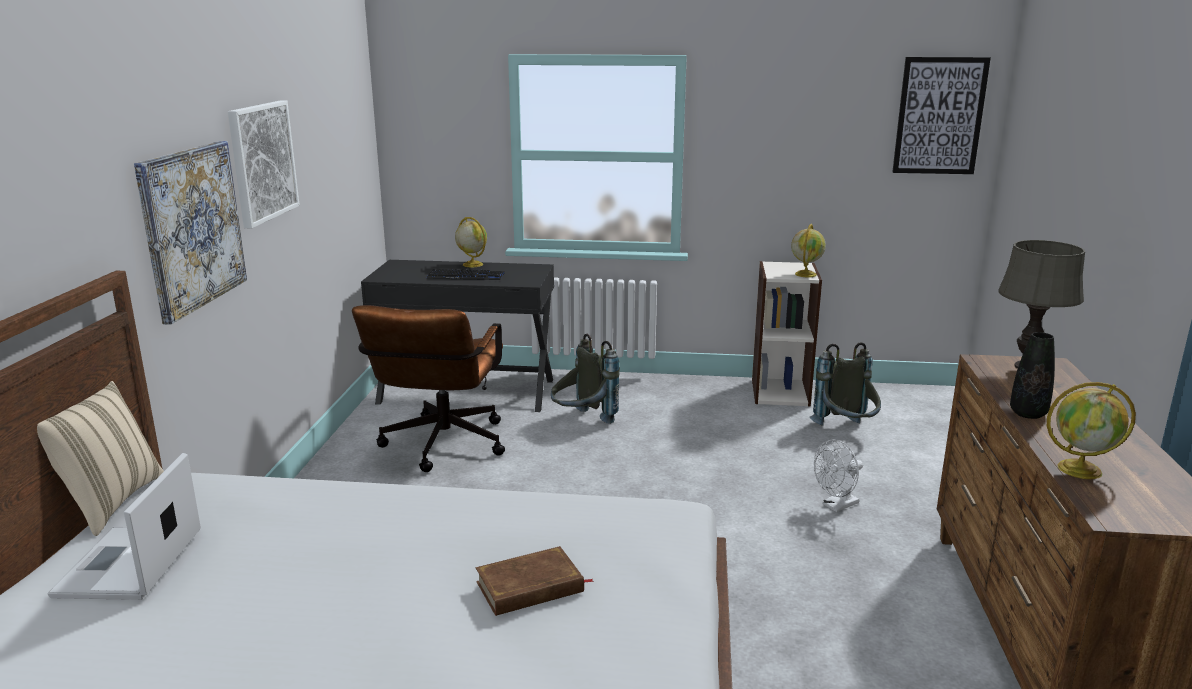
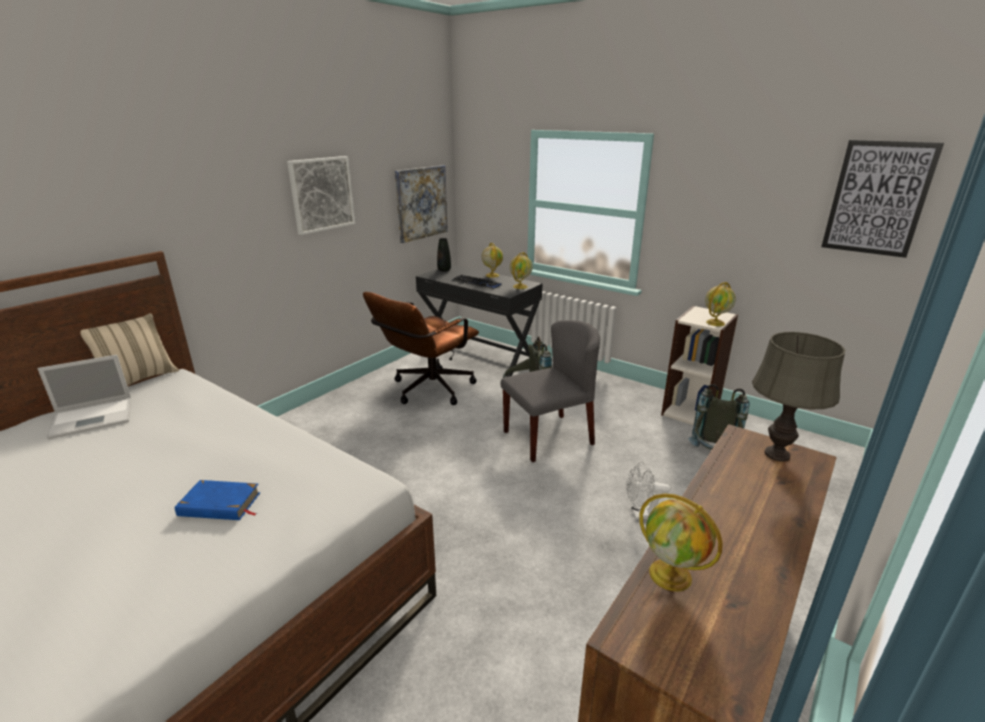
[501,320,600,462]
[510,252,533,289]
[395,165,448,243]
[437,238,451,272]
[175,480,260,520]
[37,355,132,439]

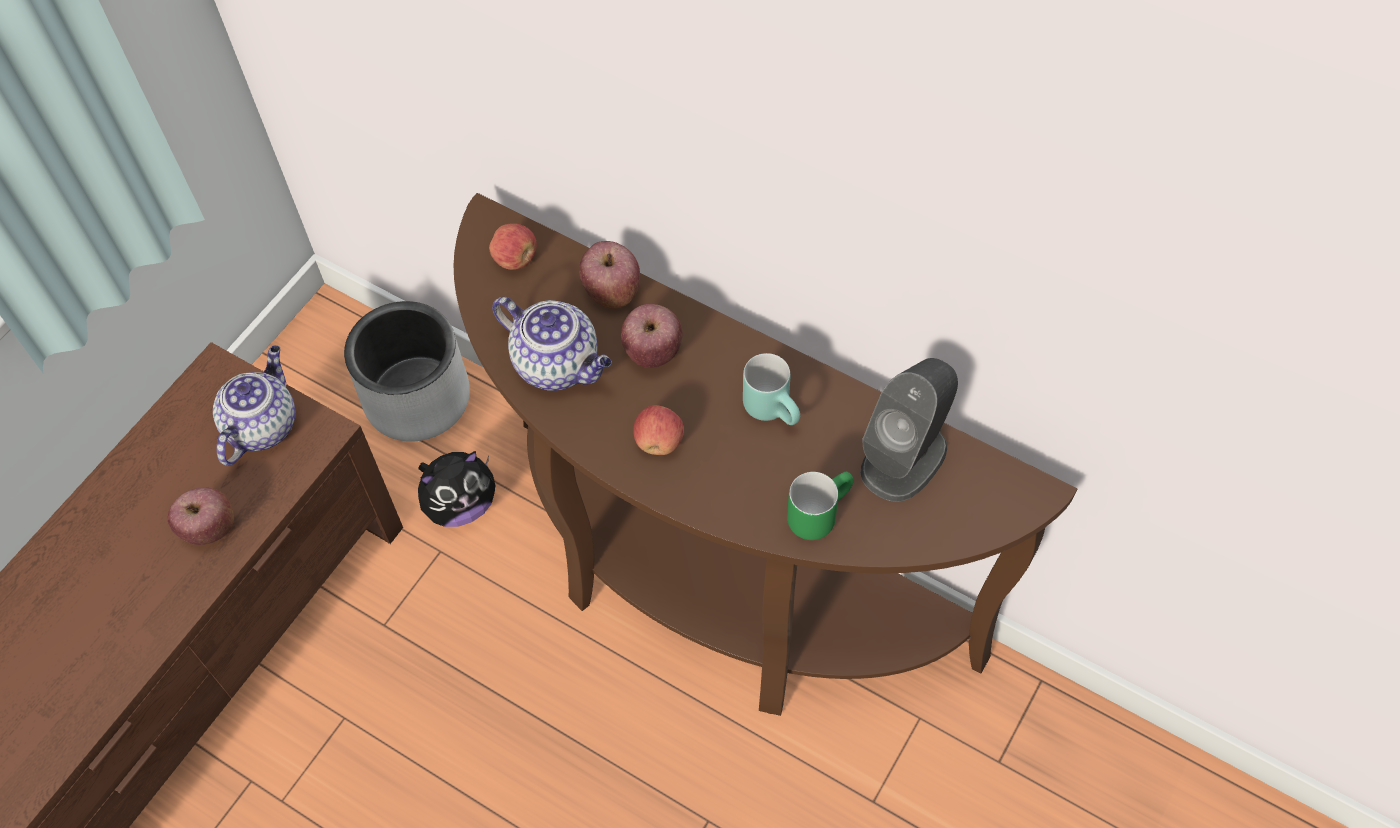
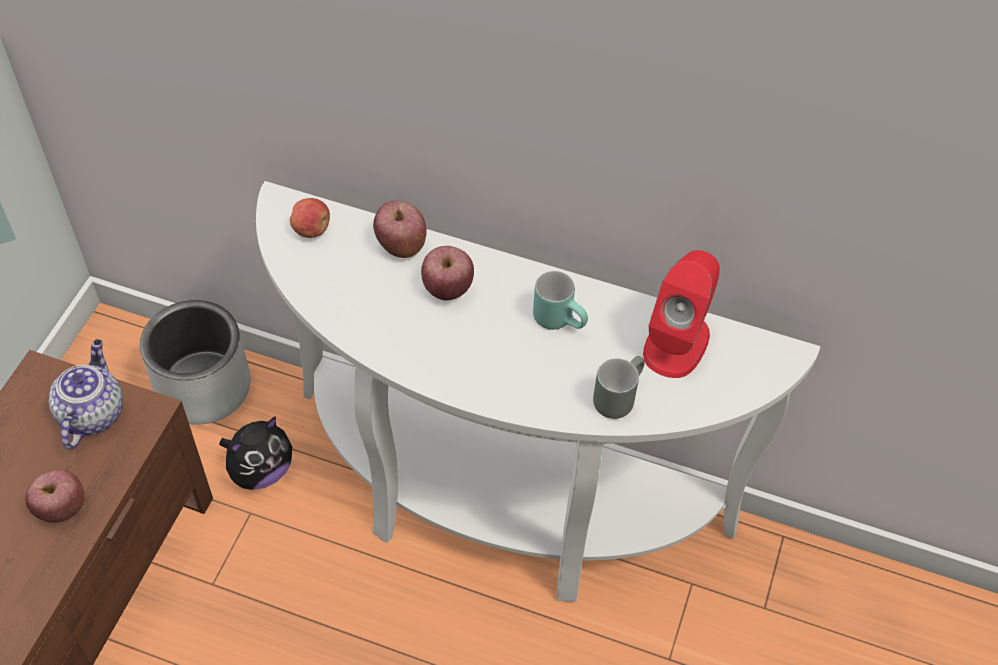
[492,297,612,391] (first image)
[633,405,684,455] (first image)
[256,181,820,602]
[593,356,645,419]
[643,250,720,378]

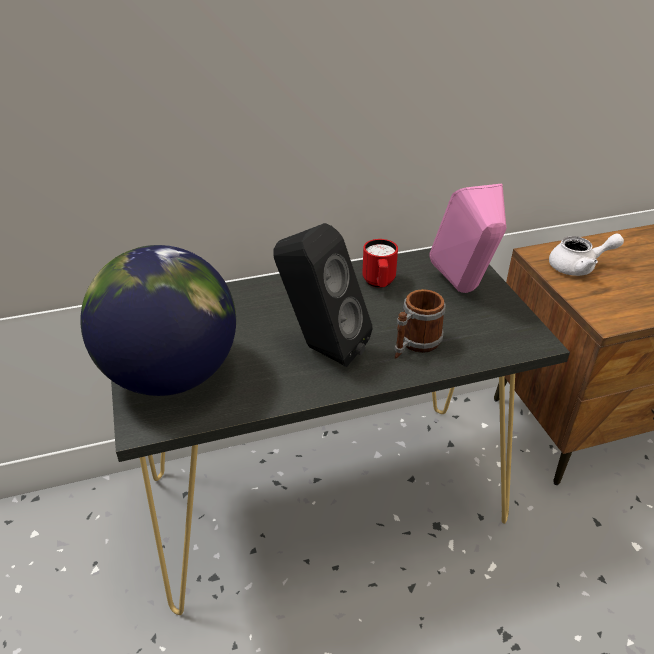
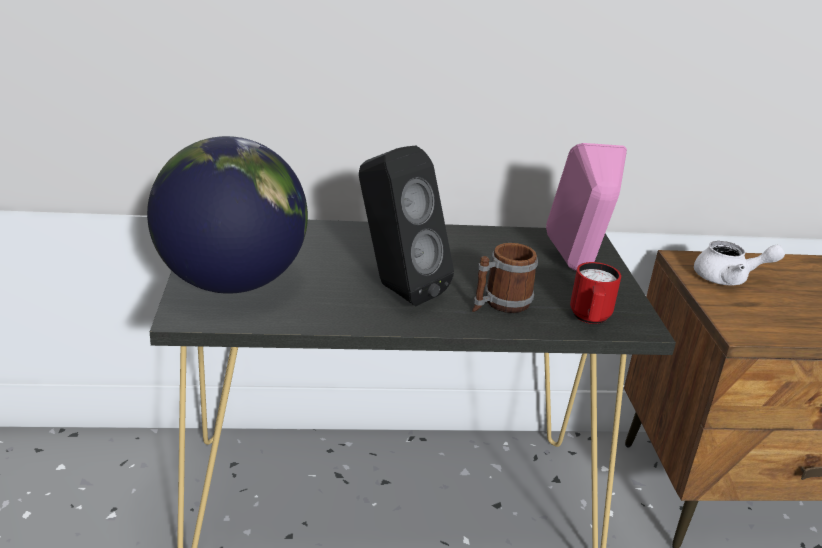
[570,262,621,324]

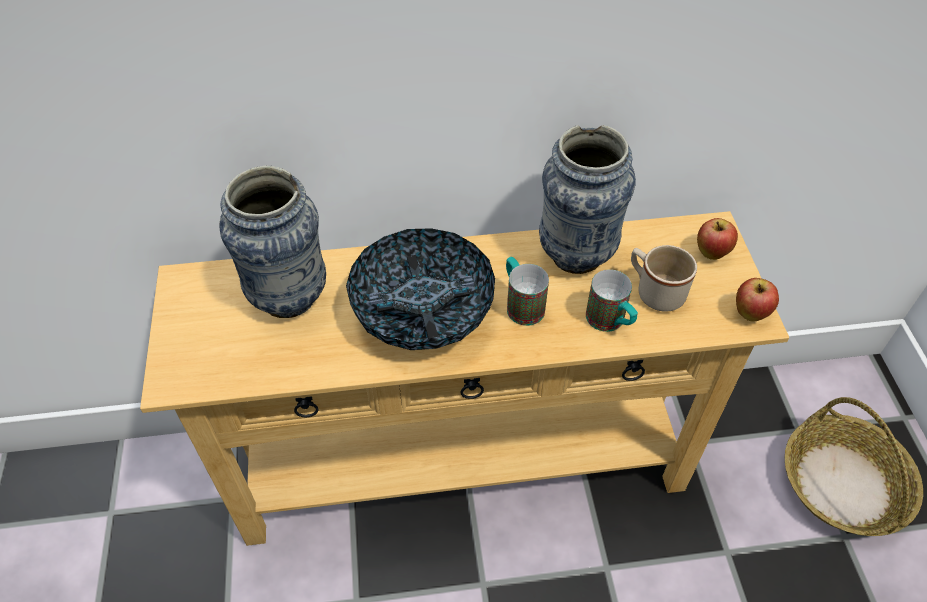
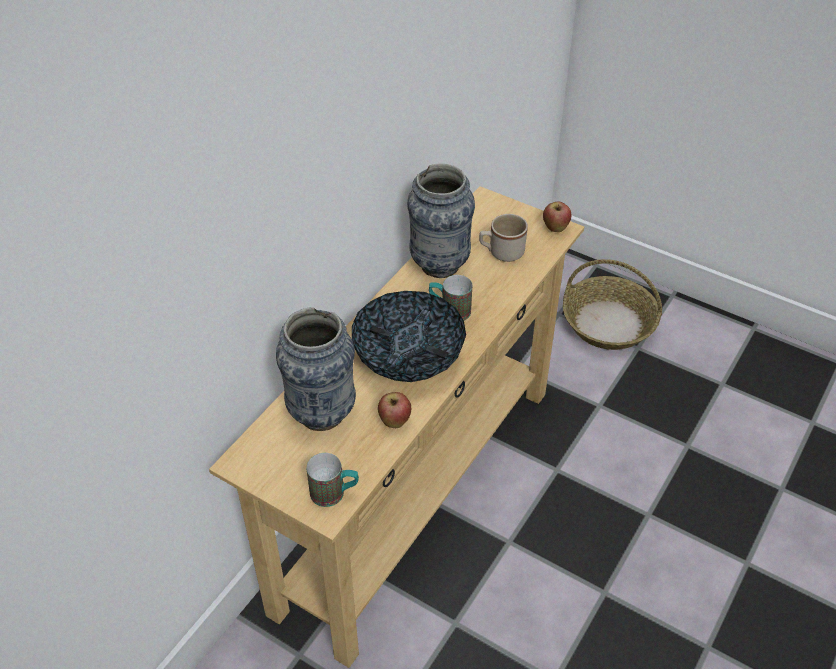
[306,453,359,507]
[378,392,411,428]

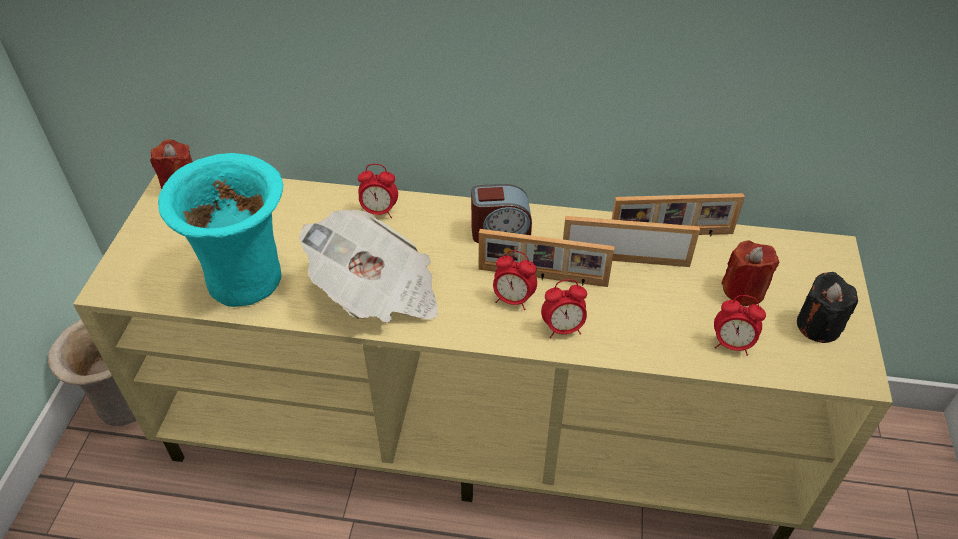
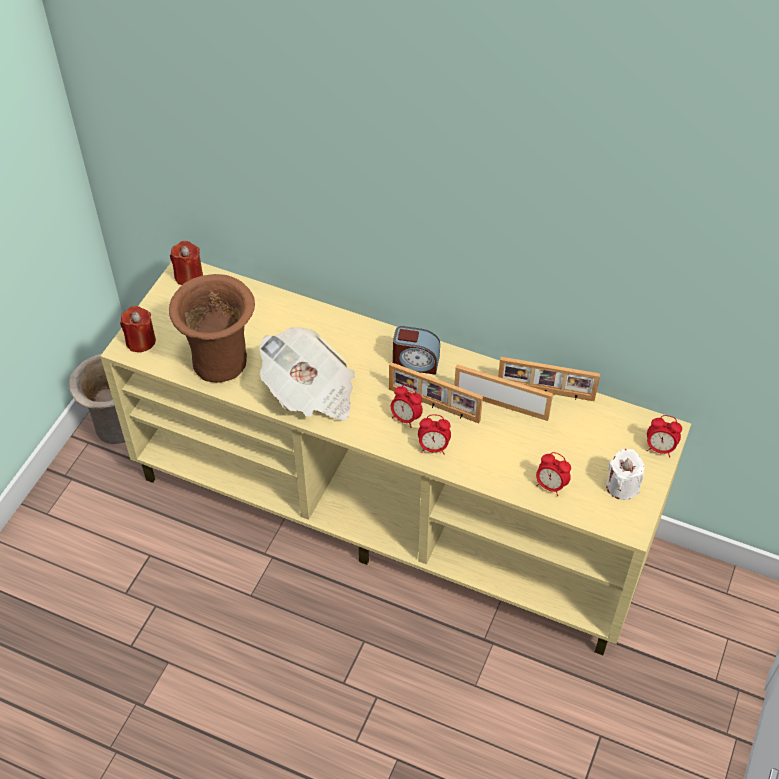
[647,415,682,457]
[120,306,156,352]
[169,274,255,383]
[606,449,645,500]

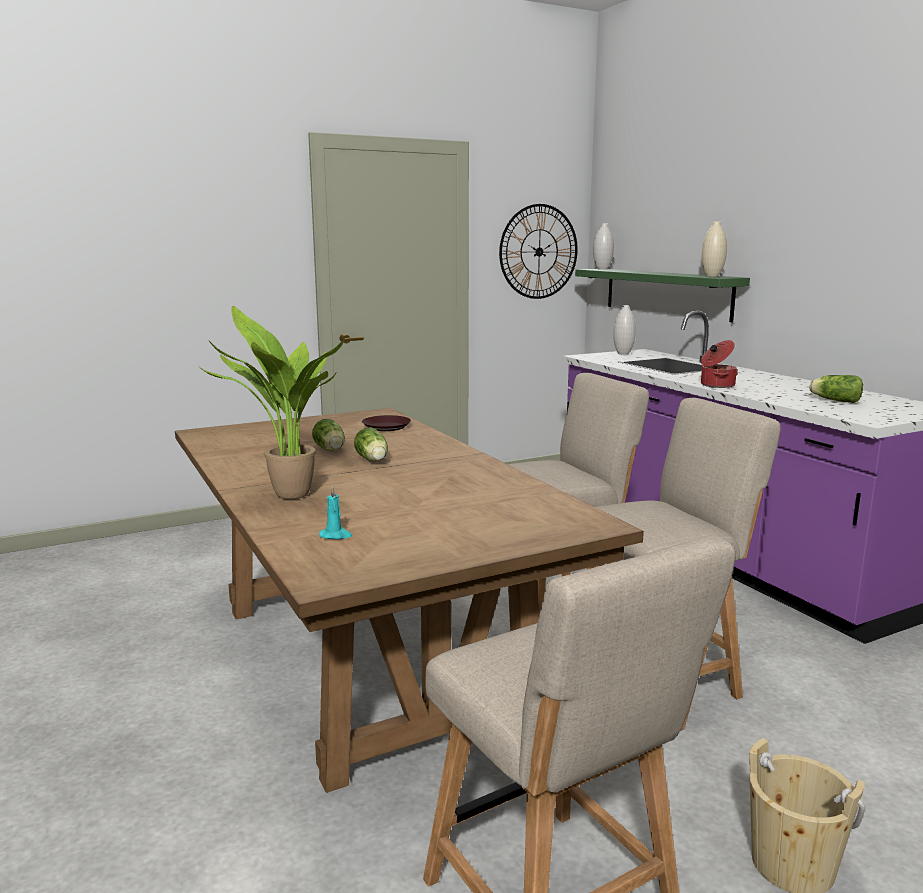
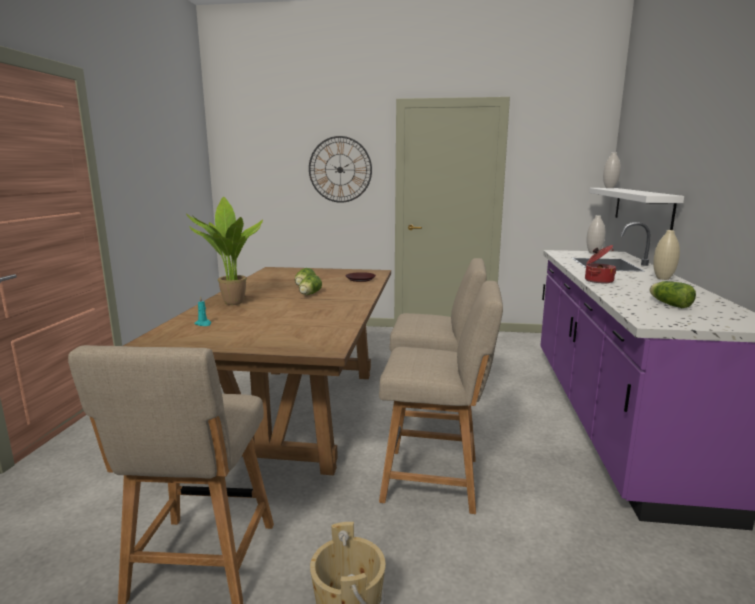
[309,136,372,203]
[653,230,680,280]
[589,188,684,230]

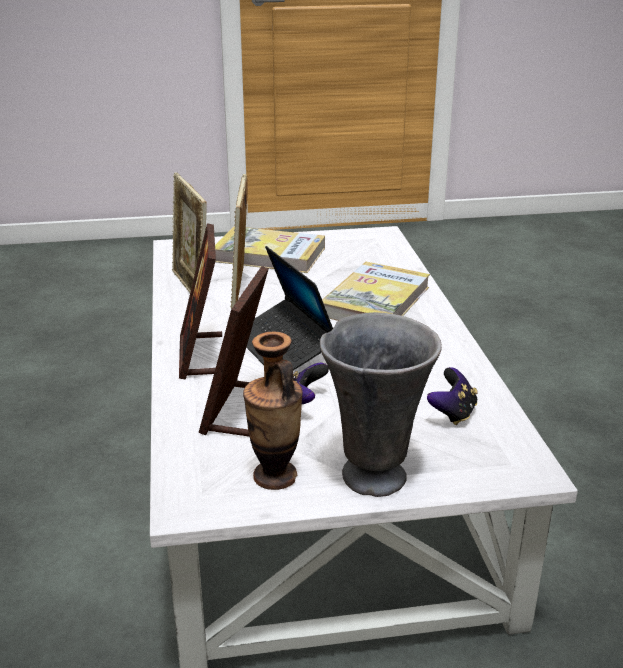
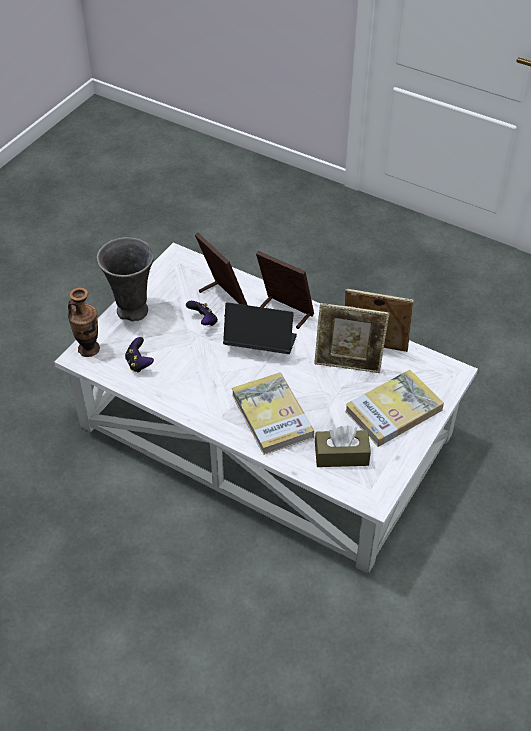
[315,426,371,467]
[68,287,100,357]
[314,303,389,373]

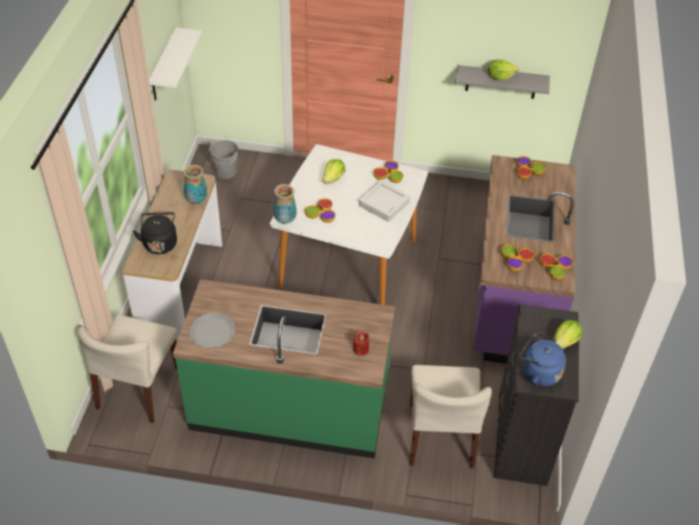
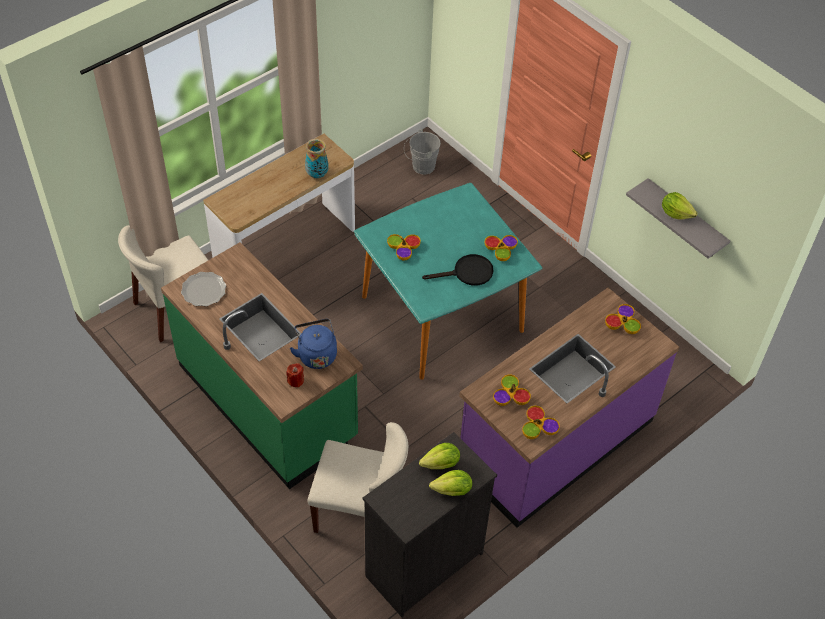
[133,212,177,254] (first image)
[149,28,202,101] (first image)
[273,184,297,224] (first image)
[419,443,460,469]
[290,319,337,369]
[422,254,493,286]
[354,183,542,380]
[307,422,408,533]

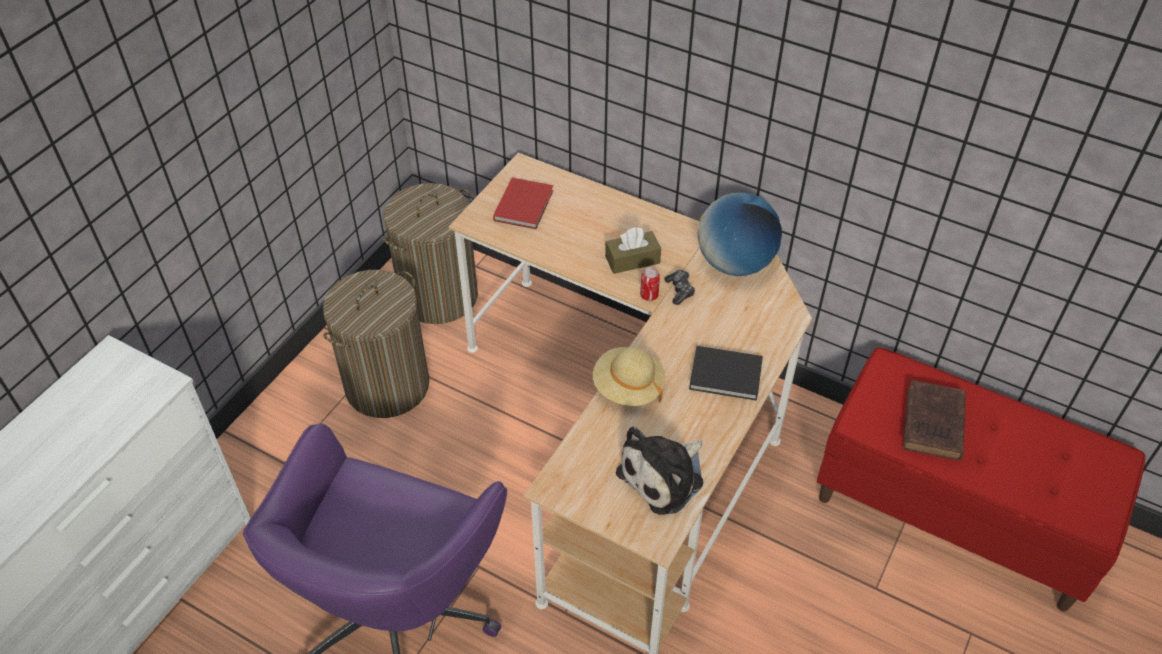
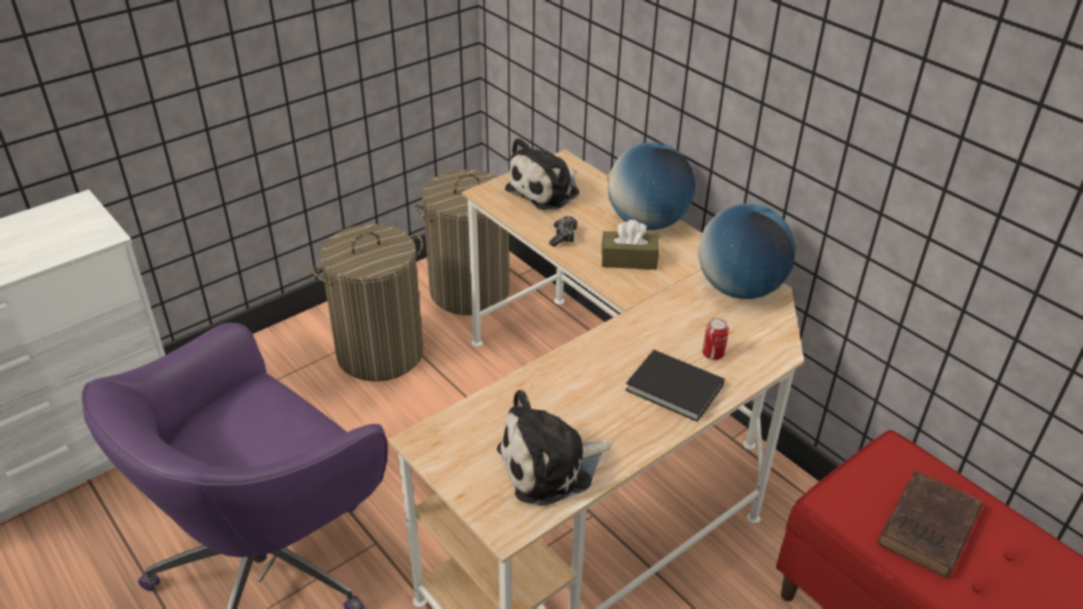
[593,347,665,406] (first image)
[607,142,695,230]
[702,318,729,360]
[549,216,578,247]
[505,138,579,210]

